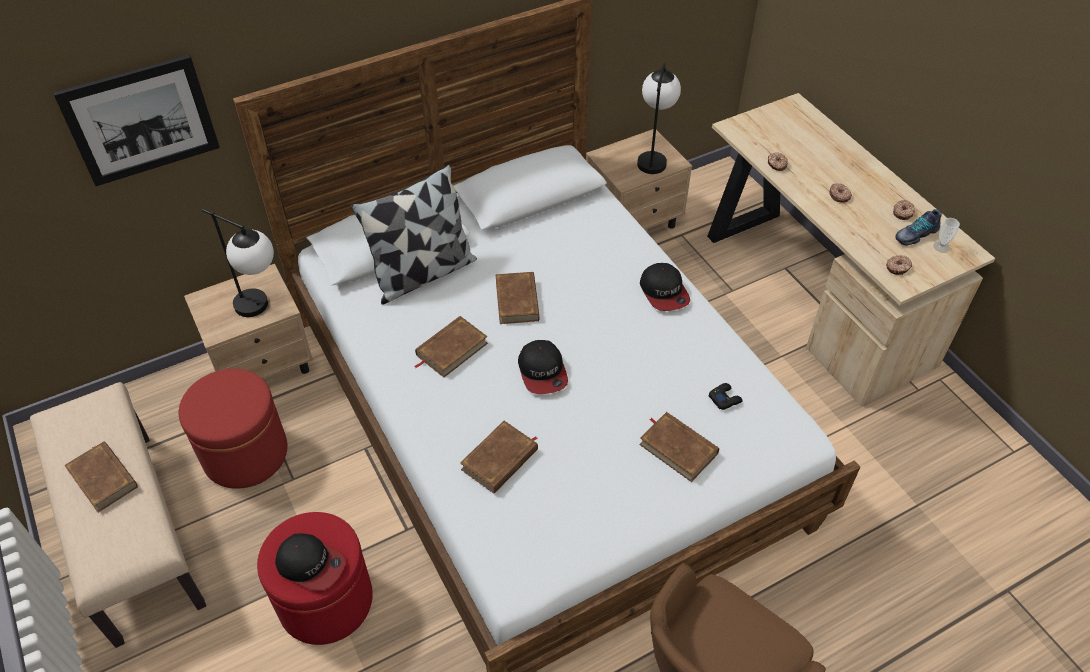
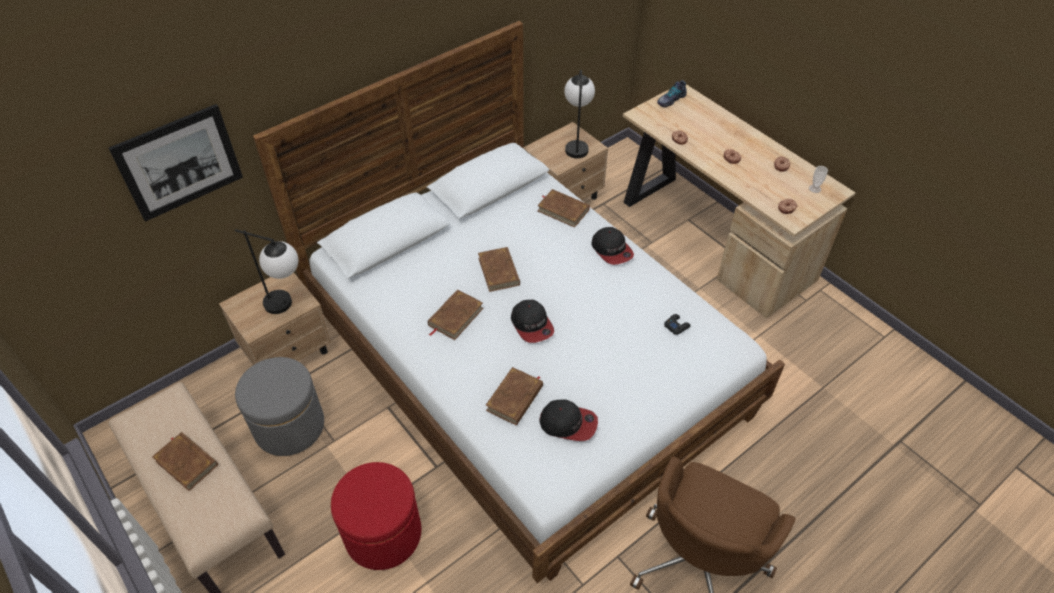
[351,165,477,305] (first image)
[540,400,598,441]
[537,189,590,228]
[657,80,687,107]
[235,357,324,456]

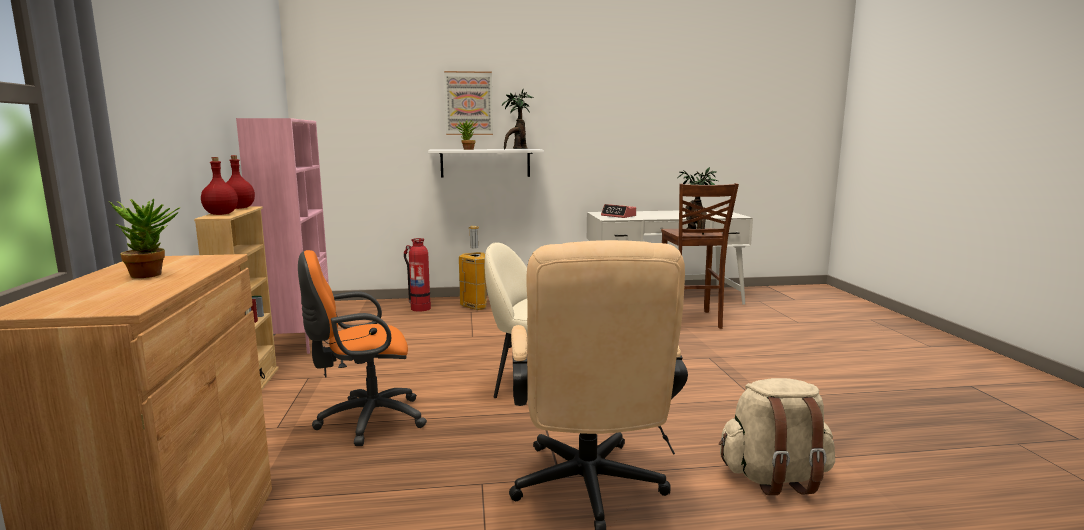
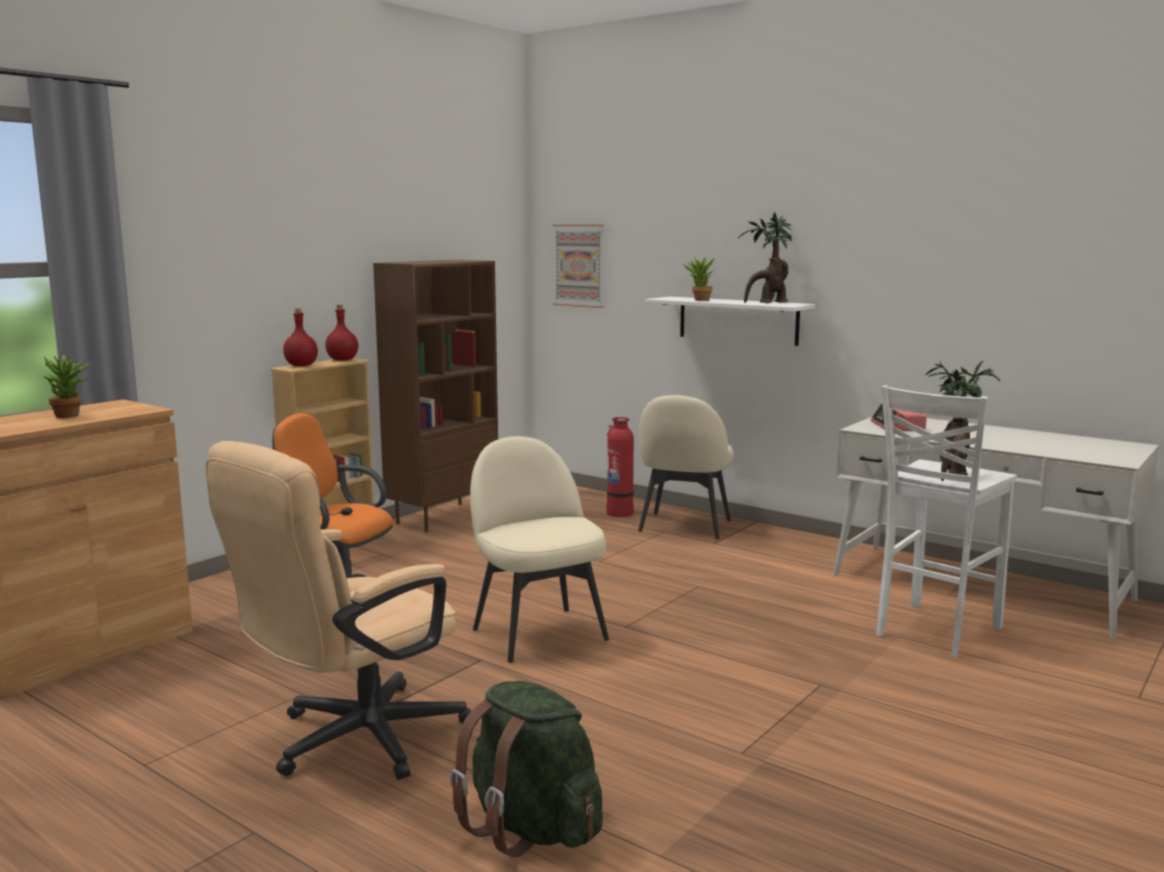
[553,224,604,308]
[638,395,734,540]
[373,260,498,532]
[876,385,1017,658]
[450,681,603,858]

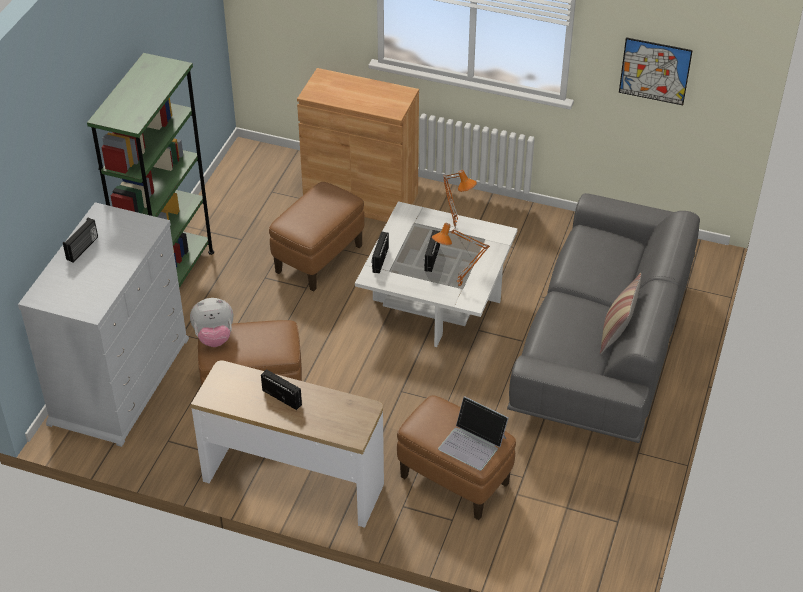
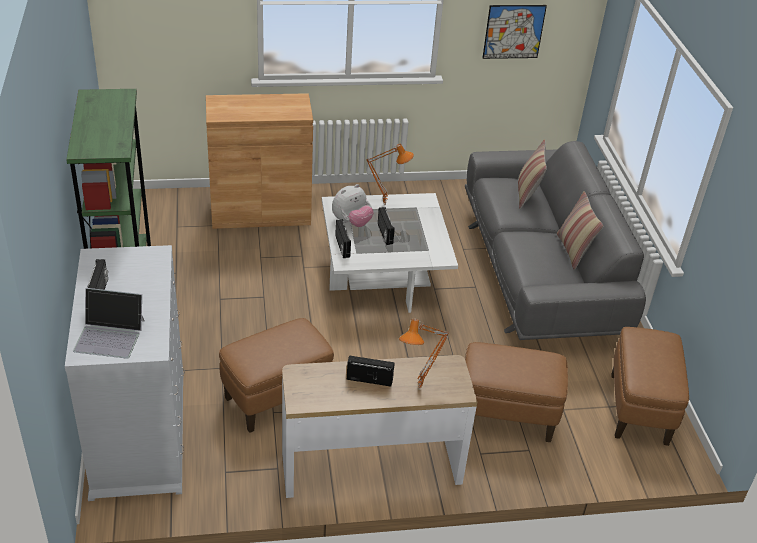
[518,139,547,209]
[332,184,374,227]
[611,327,689,446]
[399,319,449,390]
[73,288,145,359]

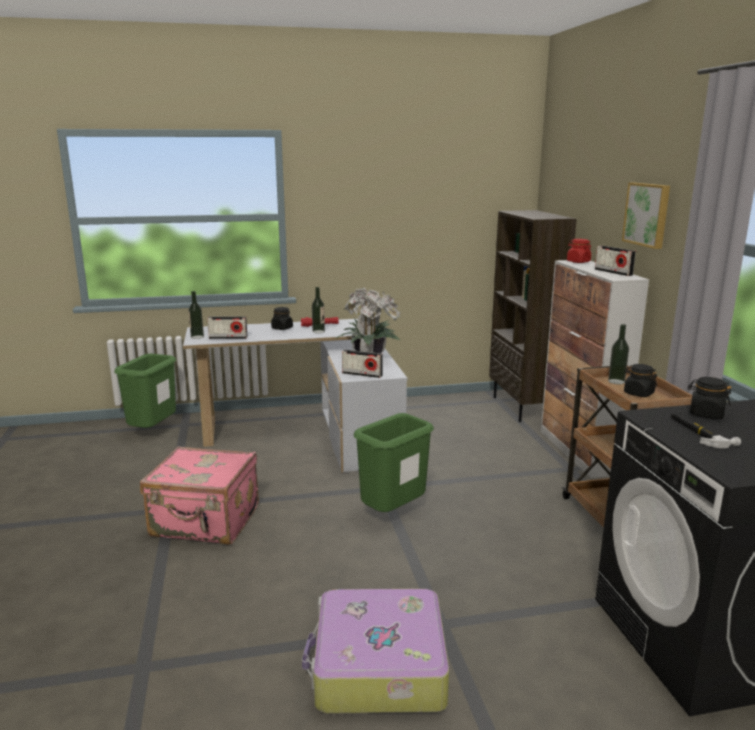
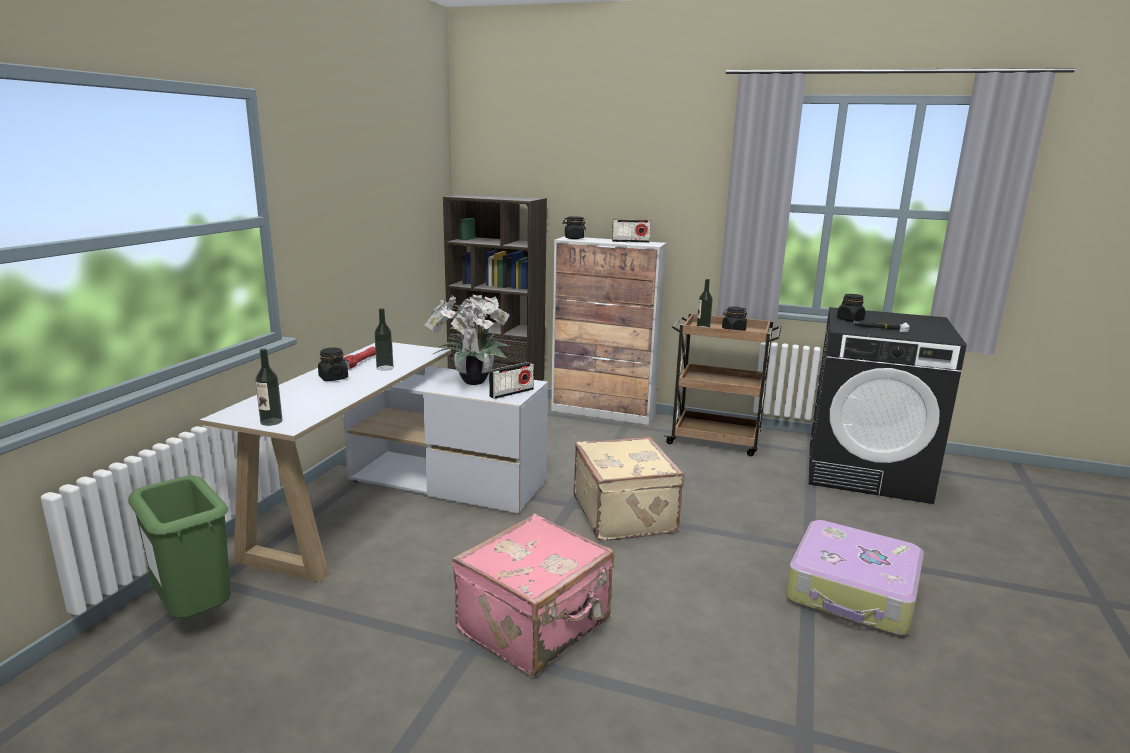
[207,316,248,339] (first image)
[622,183,670,249] (first image)
[574,437,685,541]
[563,216,586,239]

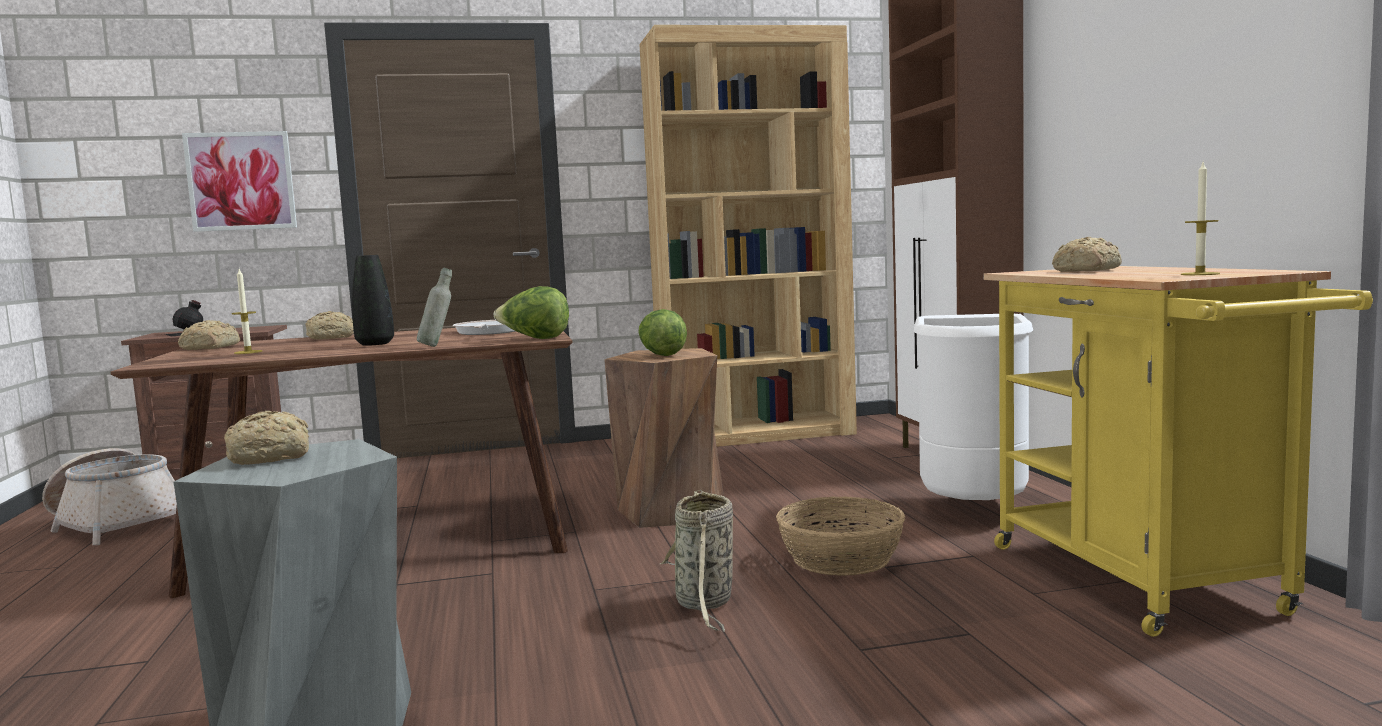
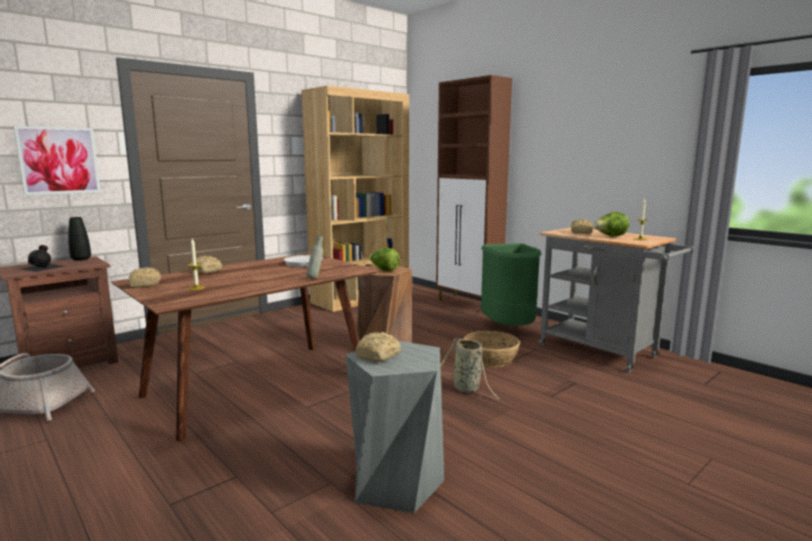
[68,217,91,261]
[593,212,629,237]
[481,243,542,326]
[539,227,694,373]

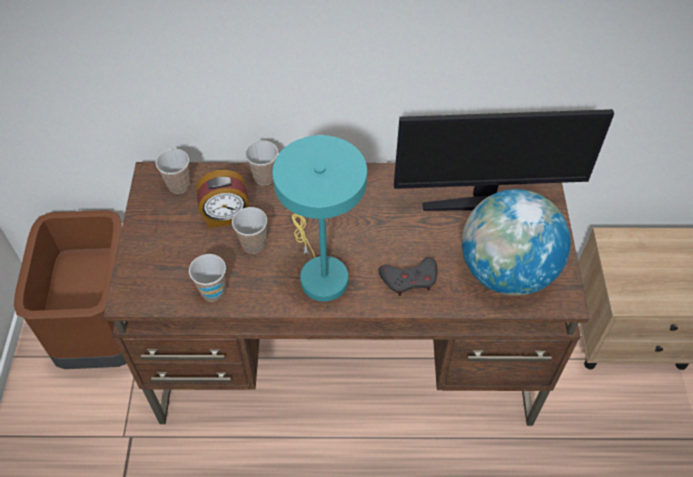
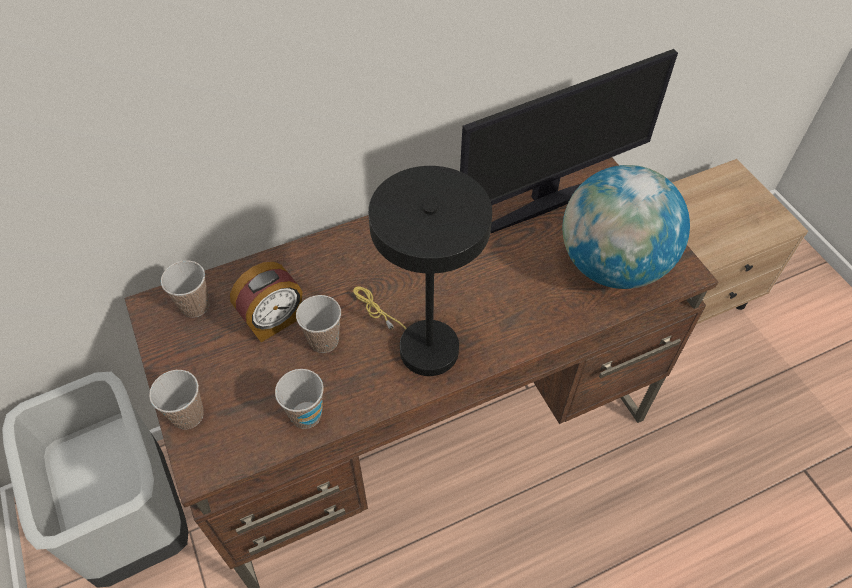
[379,257,437,296] (first image)
[149,370,204,430]
[2,372,188,588]
[353,166,492,376]

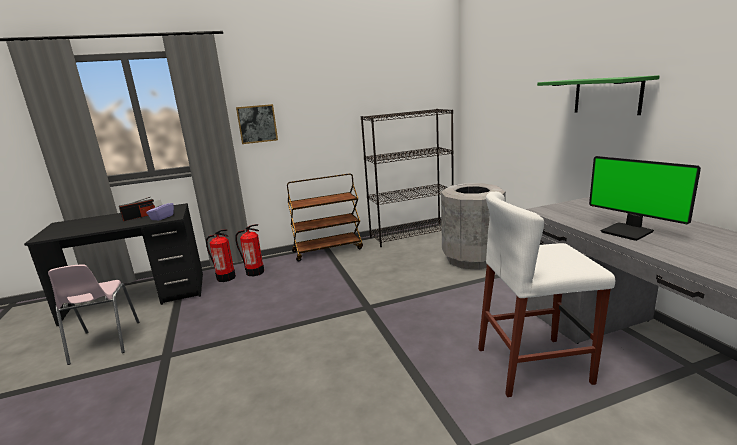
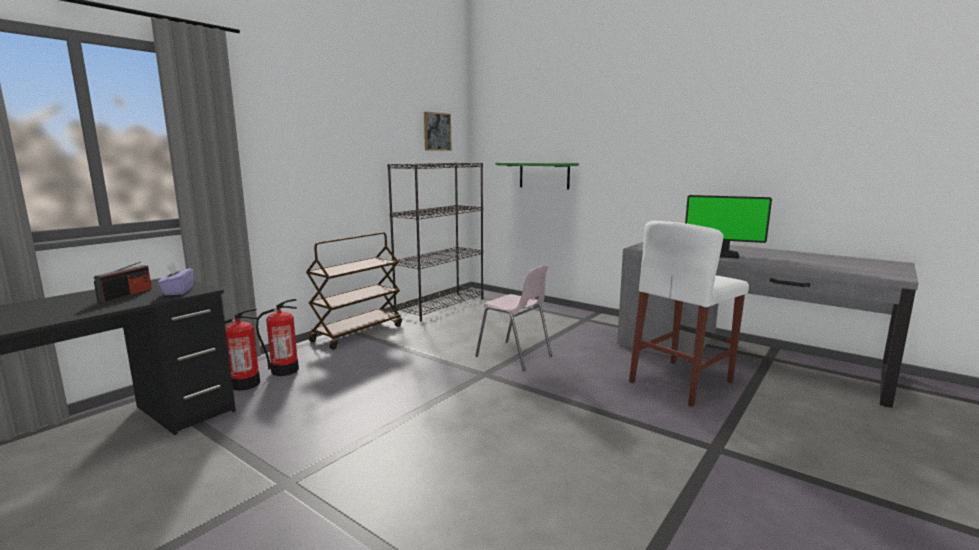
[441,183,506,270] (first image)
[475,265,552,371]
[424,112,452,151]
[495,162,579,190]

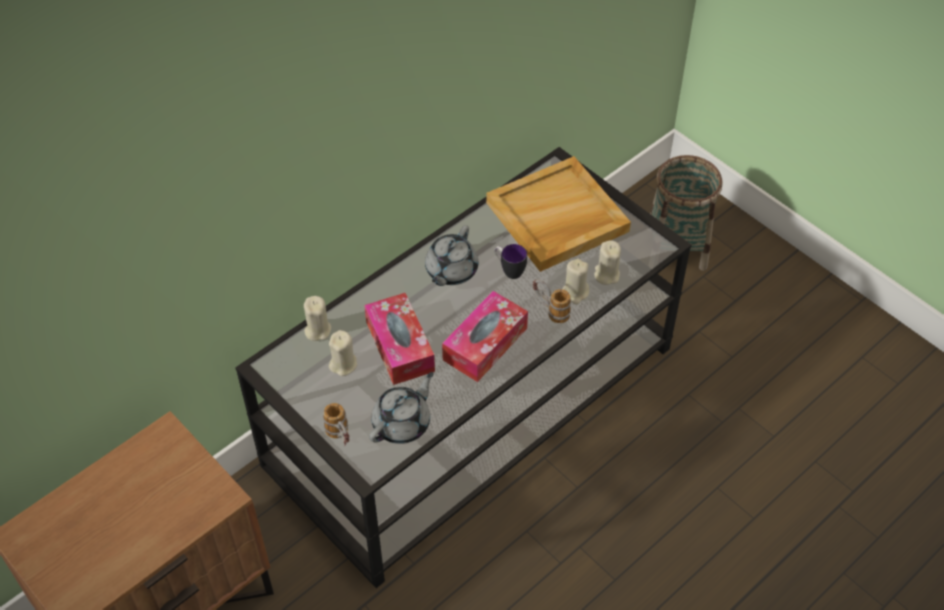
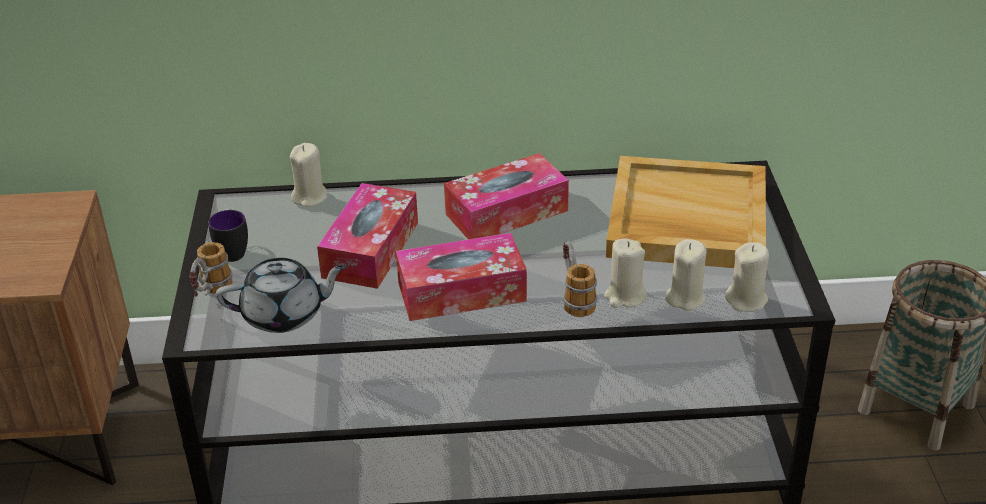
[725,242,769,312]
[208,209,248,262]
[444,153,569,239]

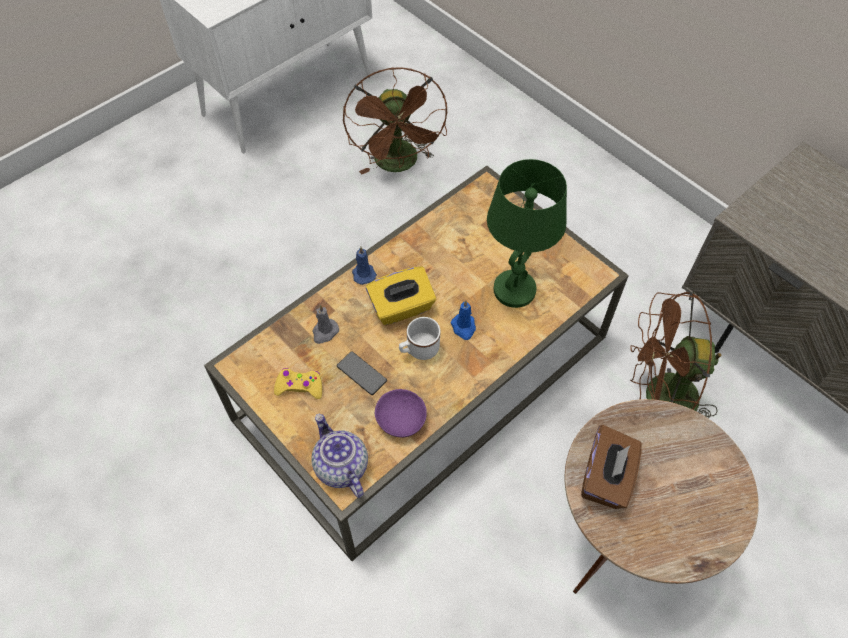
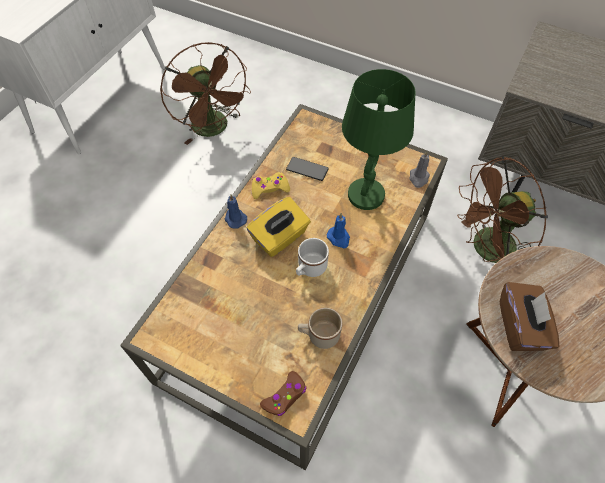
[252,172,290,199]
[410,151,430,188]
[286,157,329,181]
[260,371,306,416]
[298,308,342,349]

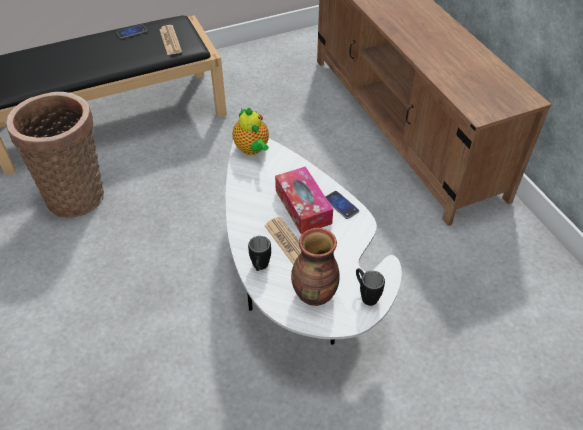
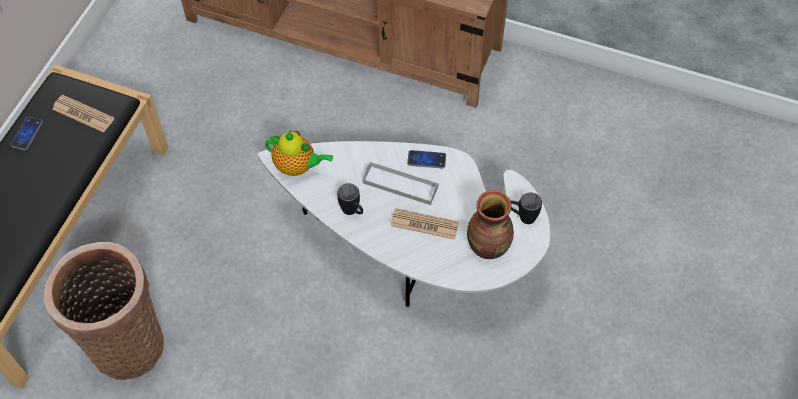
[337,183,363,215]
[362,162,439,205]

